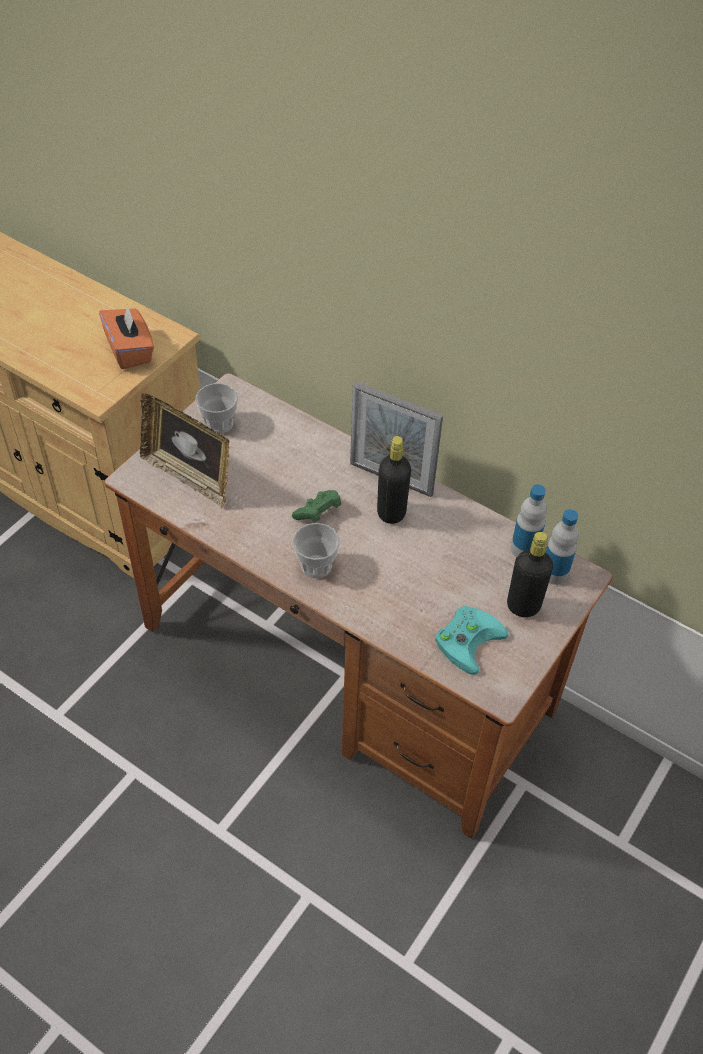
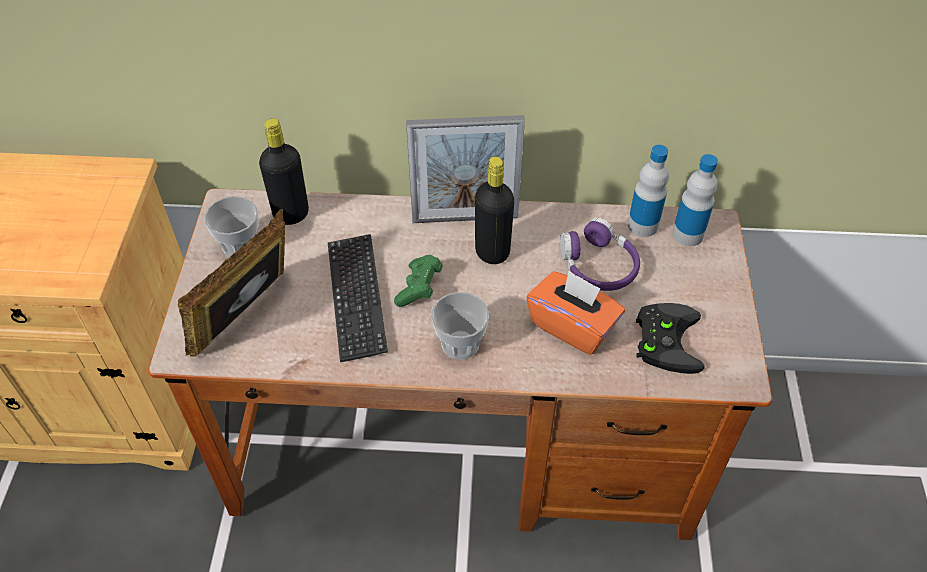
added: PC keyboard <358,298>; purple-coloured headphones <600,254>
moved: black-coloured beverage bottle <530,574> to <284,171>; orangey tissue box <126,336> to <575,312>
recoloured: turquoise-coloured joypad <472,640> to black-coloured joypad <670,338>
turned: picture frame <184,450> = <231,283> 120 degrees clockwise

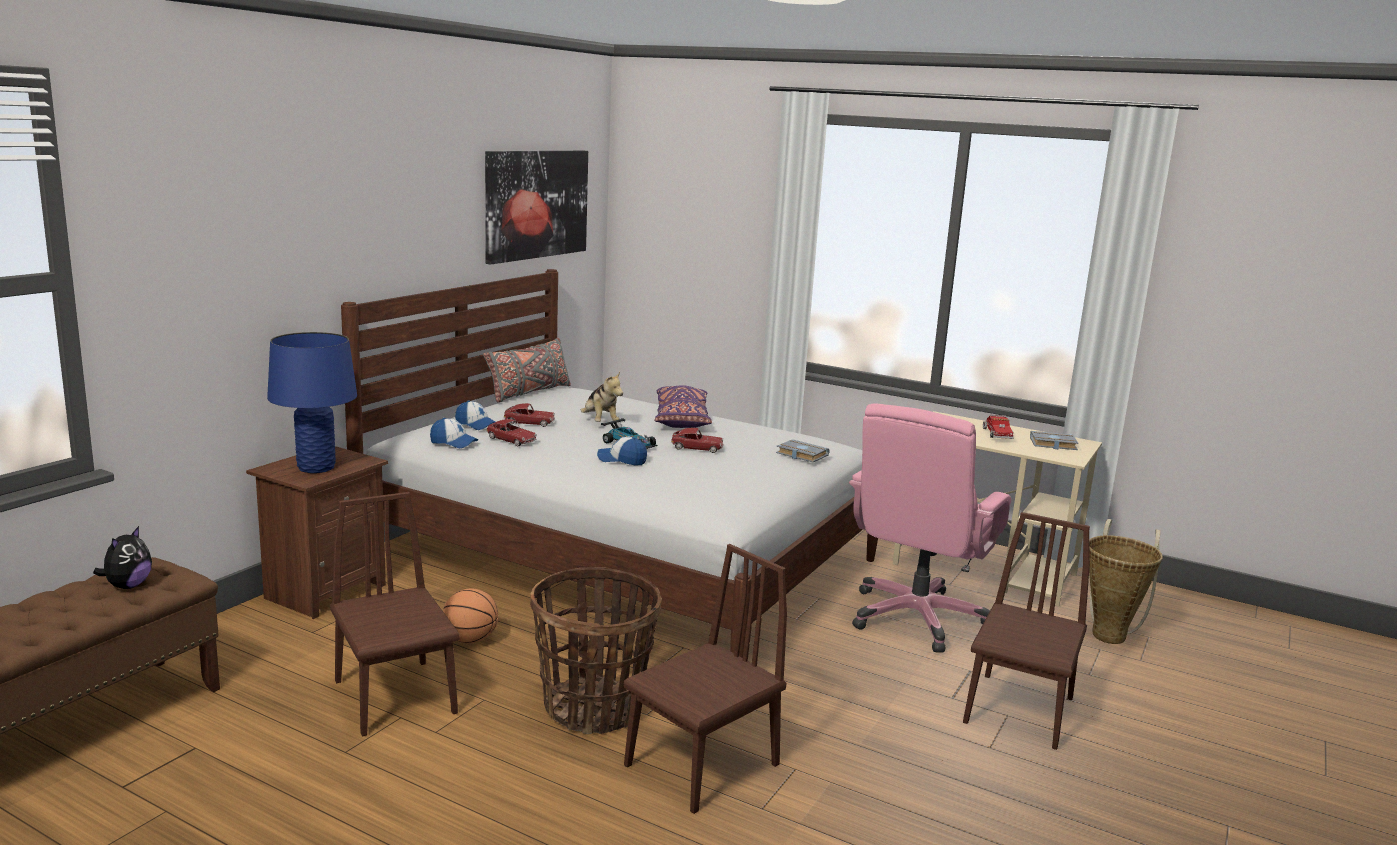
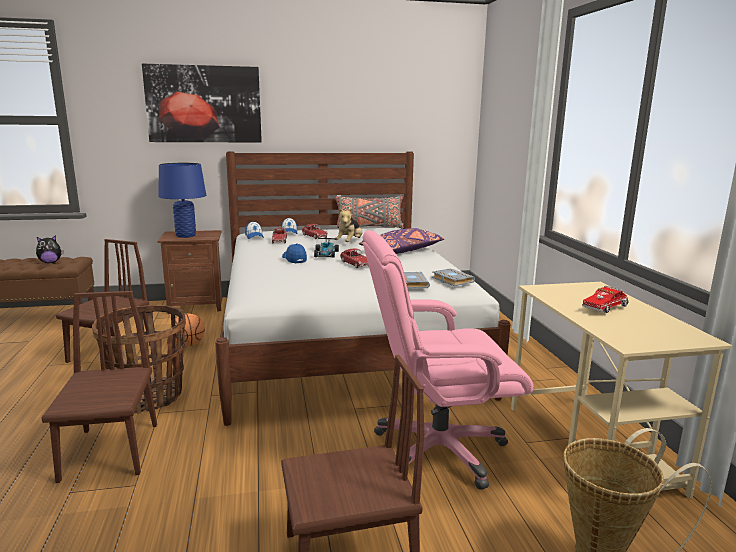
moved: wall picture <536,208> to <202,103>; grey volume <1054,440> to <453,277>
turned: brownish plain chair <705,679> = <99,387> 105 degrees counterclockwise

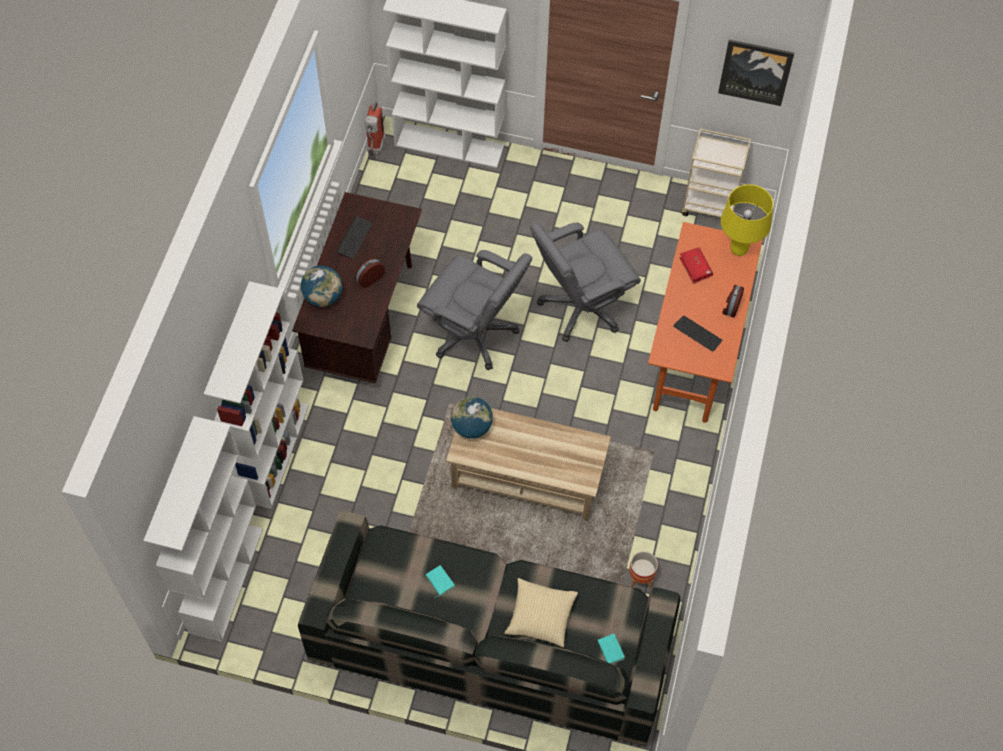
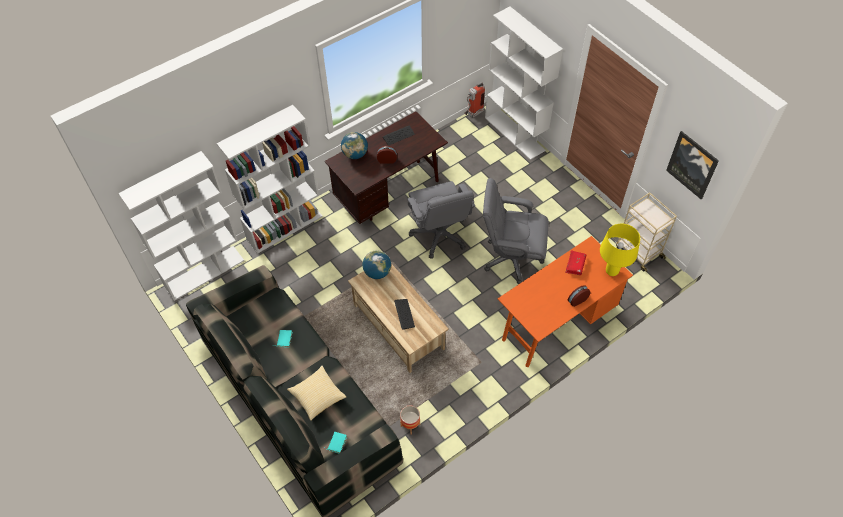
moved: PC keyboard <697,334> to <404,314>

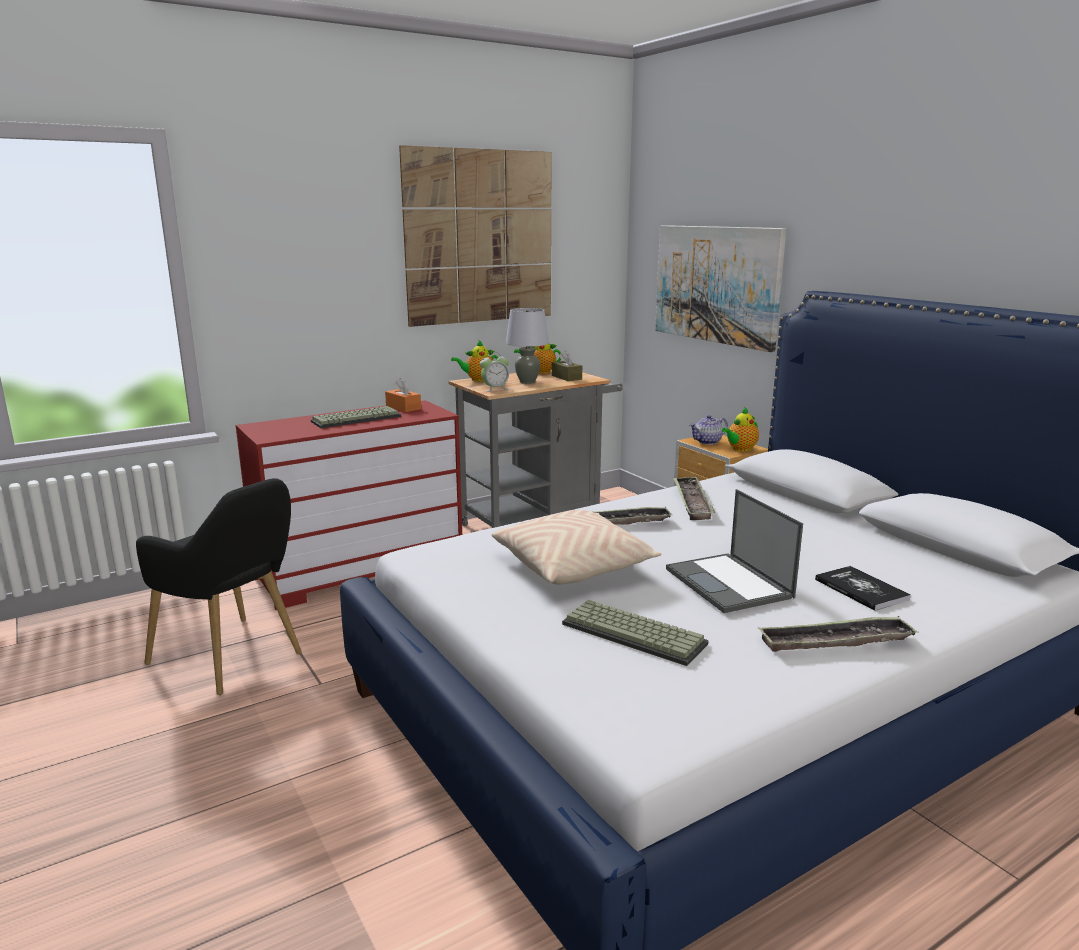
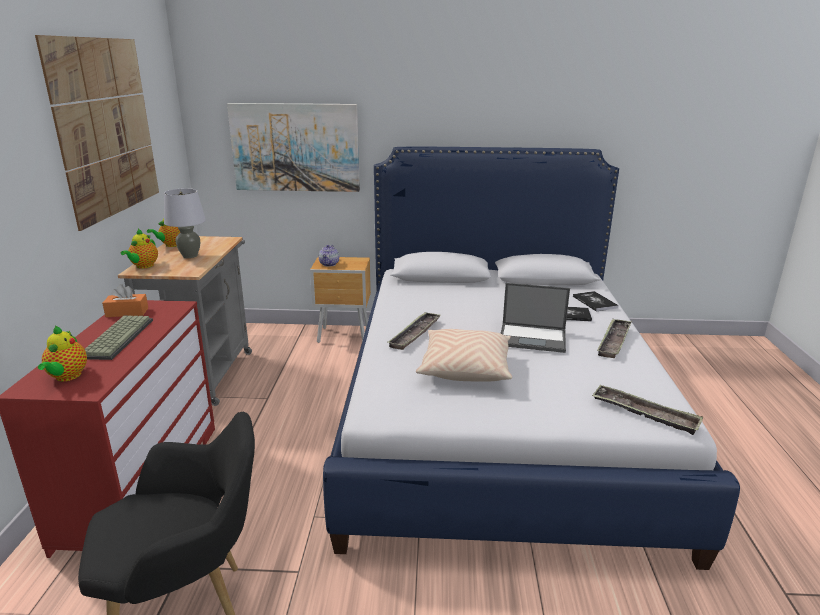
removed: alarm clock <495,372>; brownish tissue box <567,365>; PC keyboard <635,633>
added: volume <596,301>
moved: tea pot <740,430> to <62,354>; carrying tray <694,498> to <647,409>

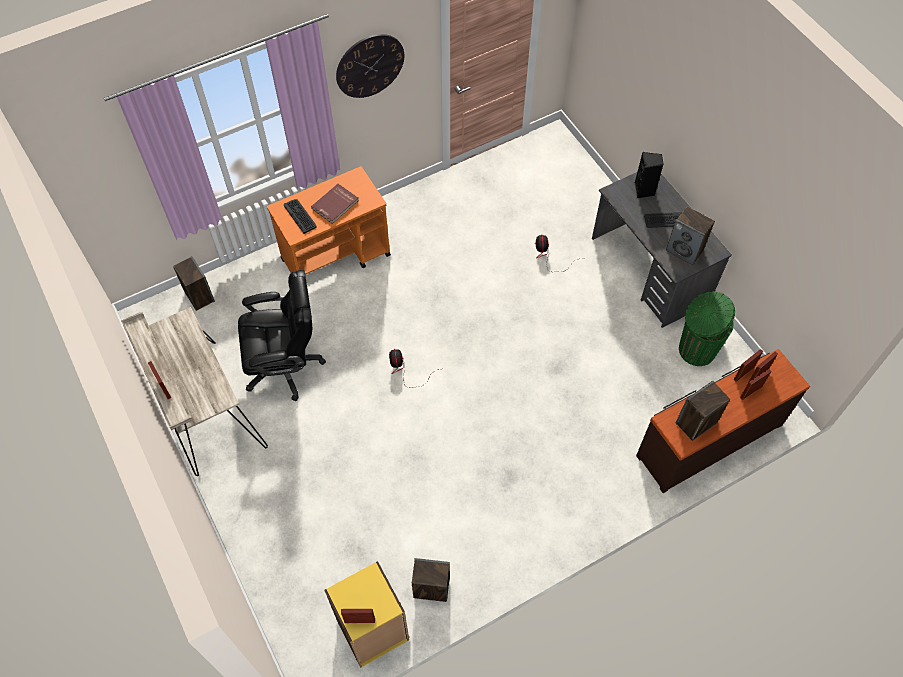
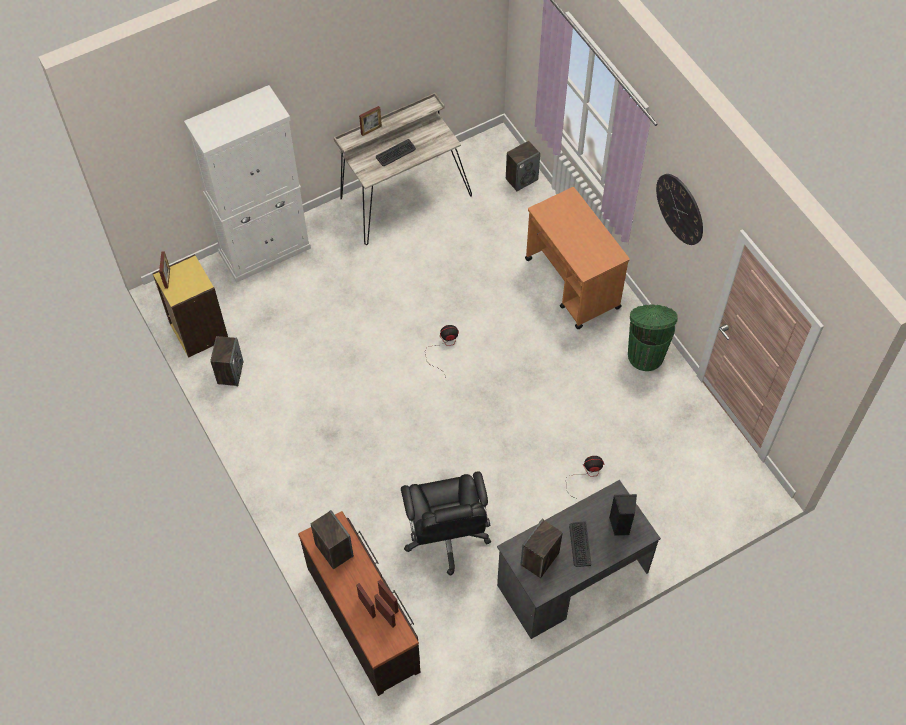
removed: red-coloured volume <335,204>
added: whitish cabinet <247,184>
moved: PC keyboard <300,216> to <396,152>; black-coloured desk chair <282,335> to <446,523>; green rubbish bin <707,328> to <653,337>

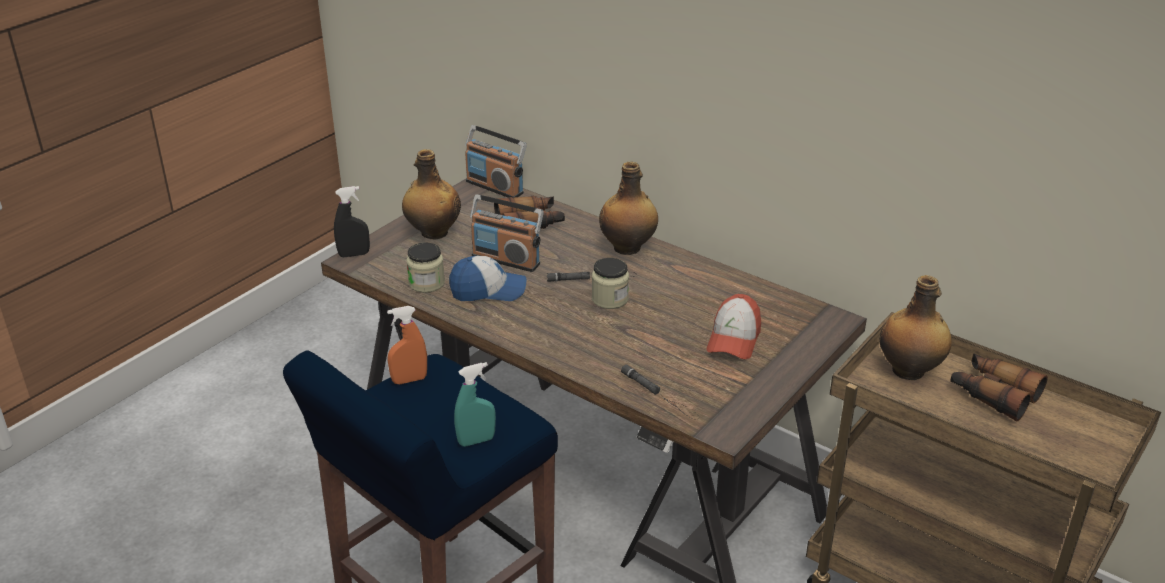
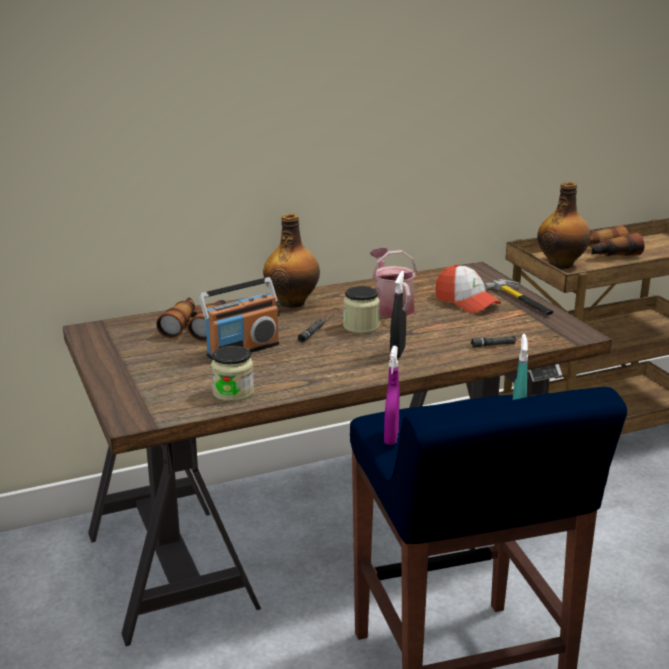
removed: beverage bottle <431,194>; peaked cap <487,278>; radio receiver <496,161>
added: watering pot <393,282>; hammer <518,297>
moved: black-coloured sprayer <352,221> to <398,314>
recoloured: orangey sprayer <407,345> to purple-coloured sprayer <392,395>

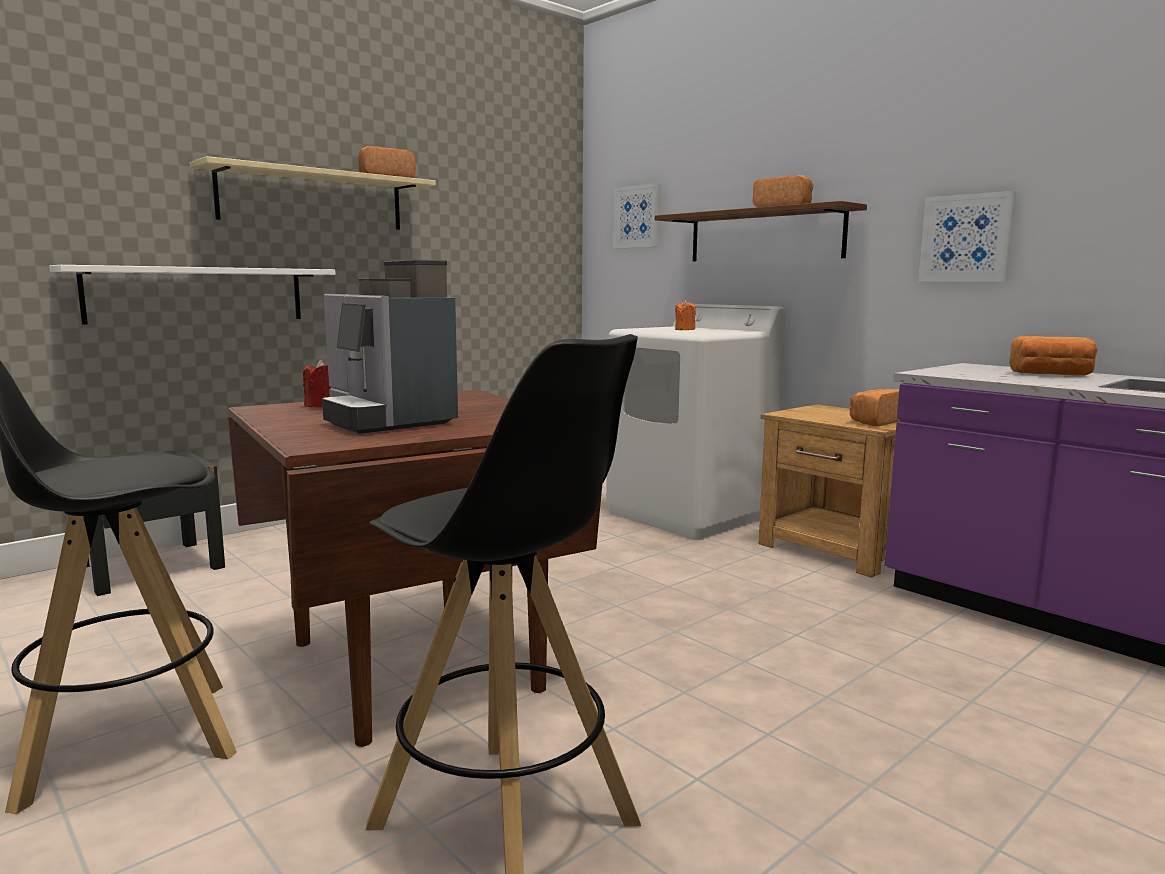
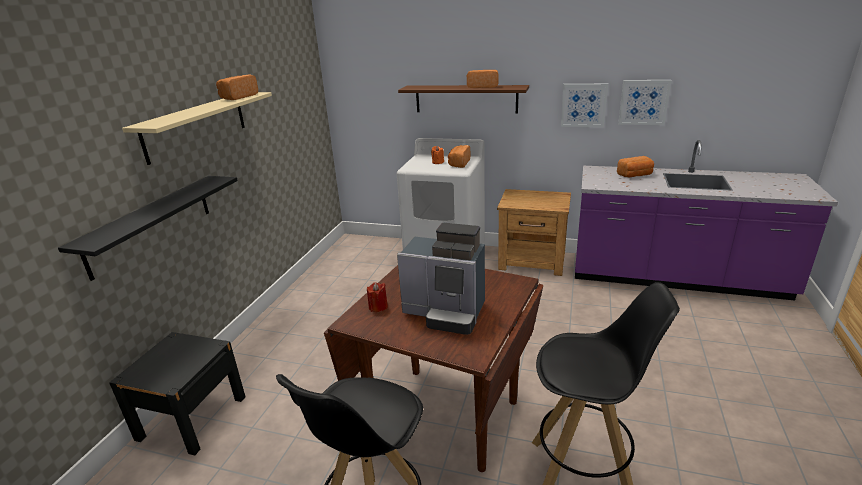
moved: bread <875,407> to <459,156>; wall picture <637,216> to <644,102>
recoloured: whitish shelf <192,295> to black-coloured shelf <148,228>

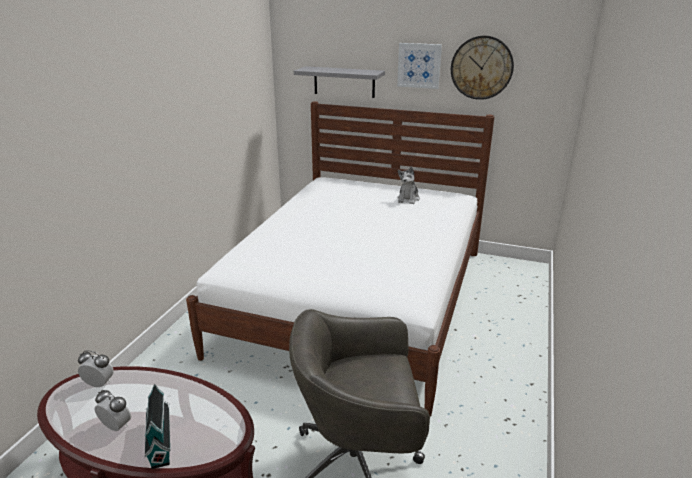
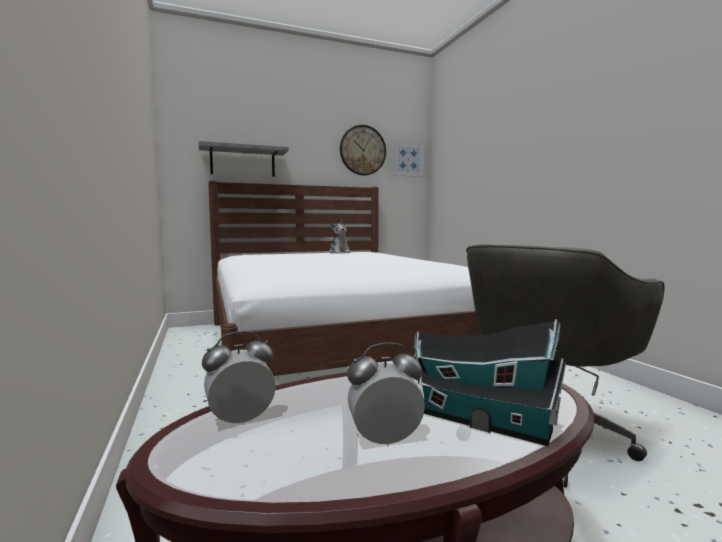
moved: wall picture <419,66> to <408,159>

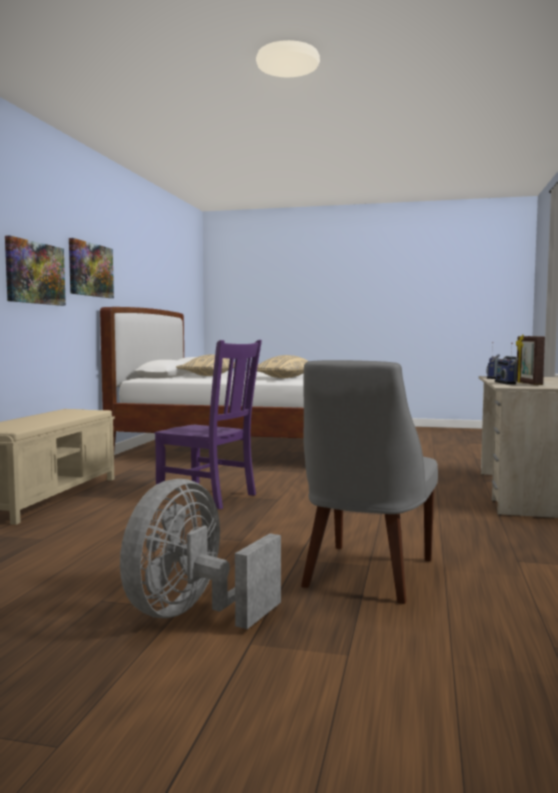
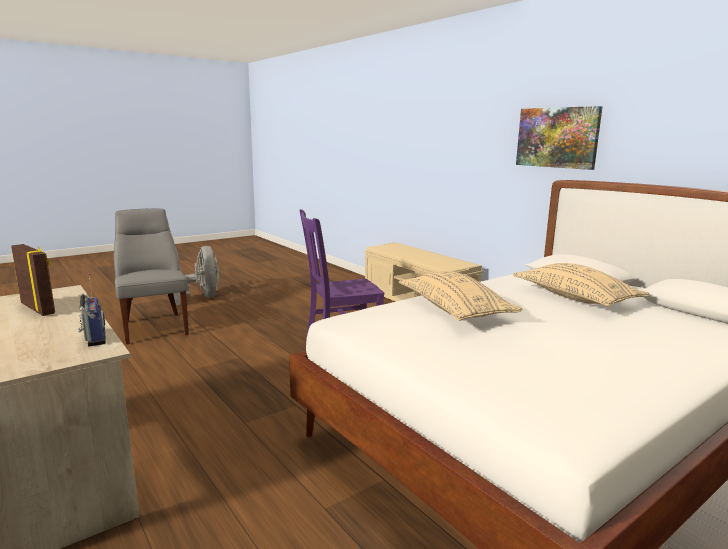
removed: wall picture <35,270>; radio receiver <507,363>

